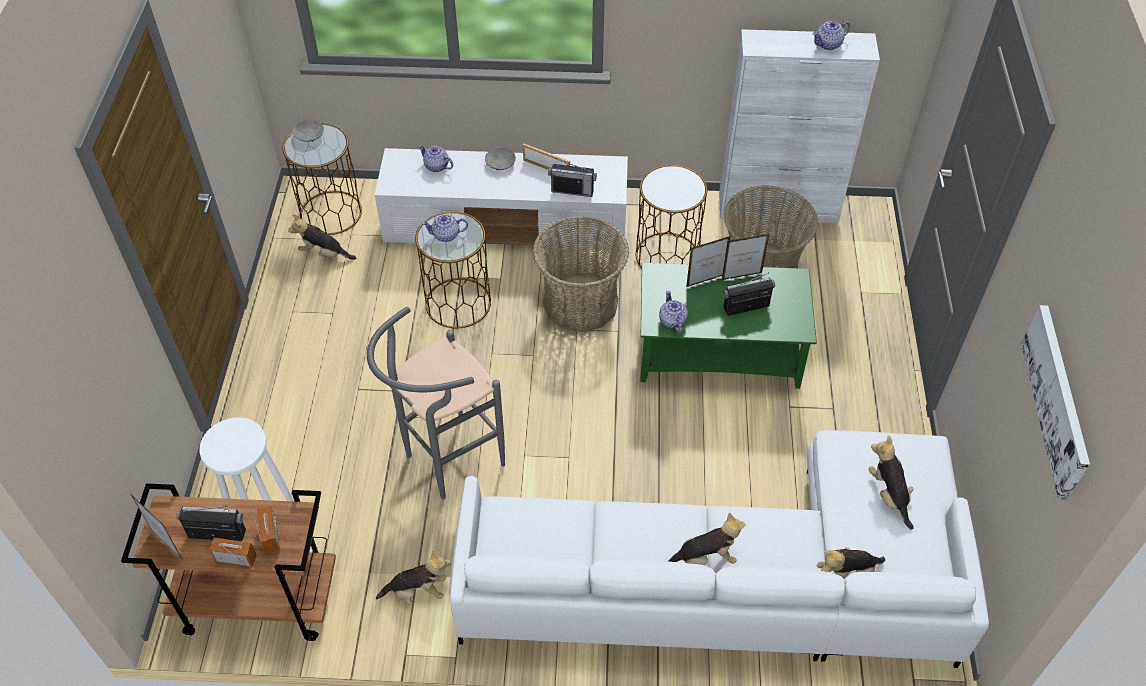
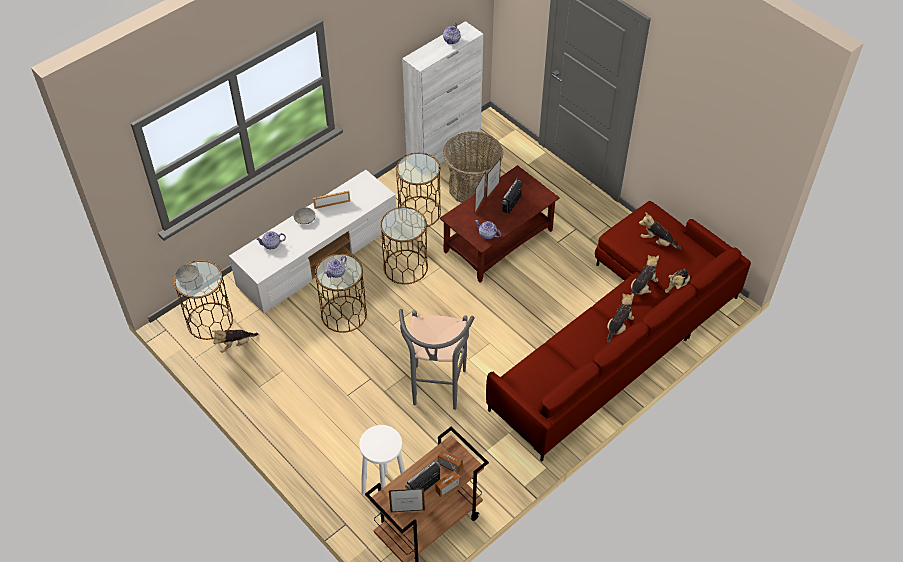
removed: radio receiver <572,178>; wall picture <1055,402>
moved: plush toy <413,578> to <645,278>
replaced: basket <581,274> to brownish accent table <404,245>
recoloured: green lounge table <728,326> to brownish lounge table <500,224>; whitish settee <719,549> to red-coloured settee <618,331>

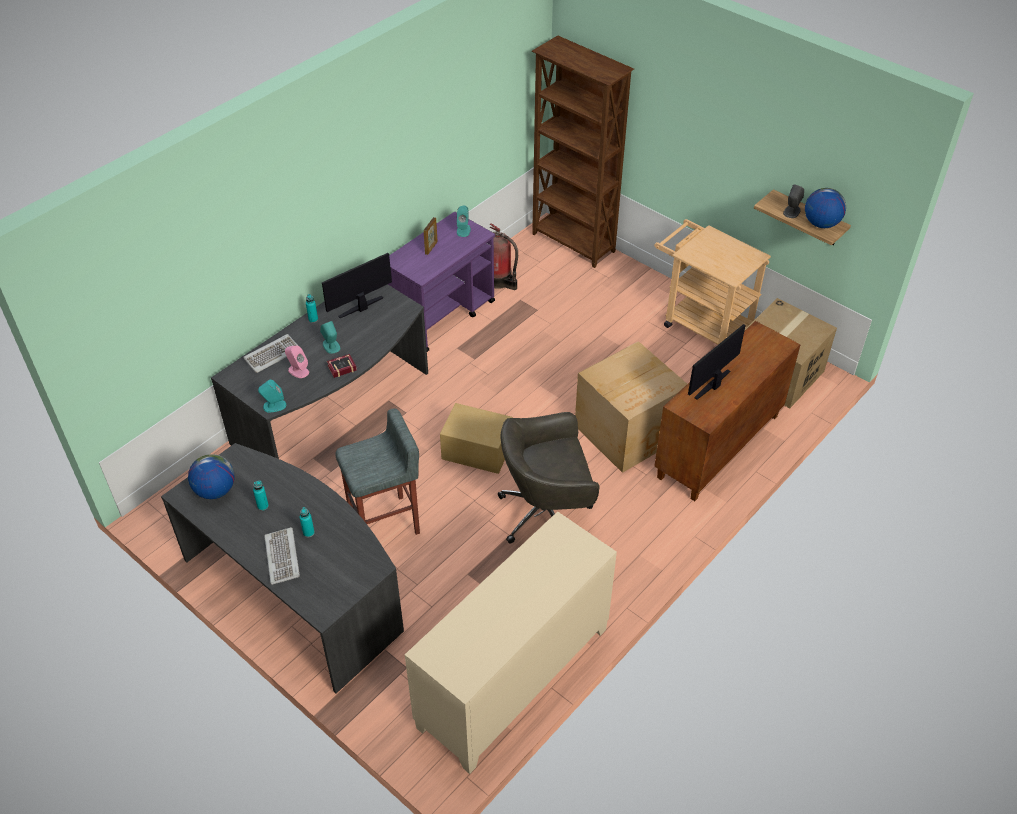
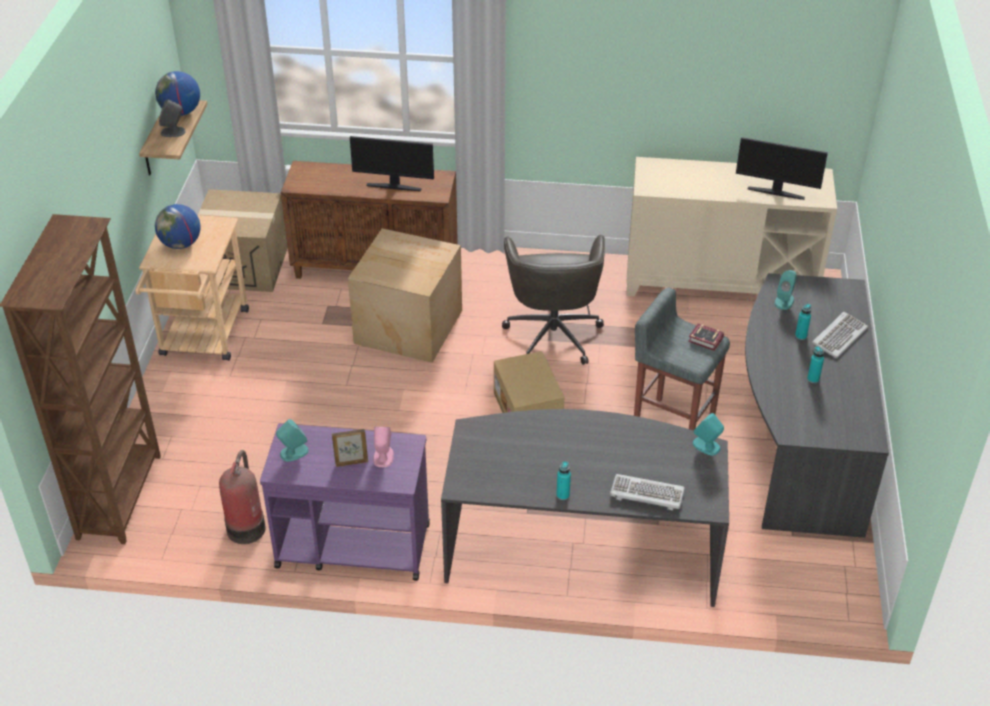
moved: globe <211,476> to <178,226>; pinkish loudspeaker <297,361> to <383,447>; volume <342,366> to <706,337>; computer display <357,285> to <782,168>; turquoise-coloured loudspeaker <330,337> to <786,290>
turned: grey desk chair <548,478> = <553,300> 45 degrees clockwise

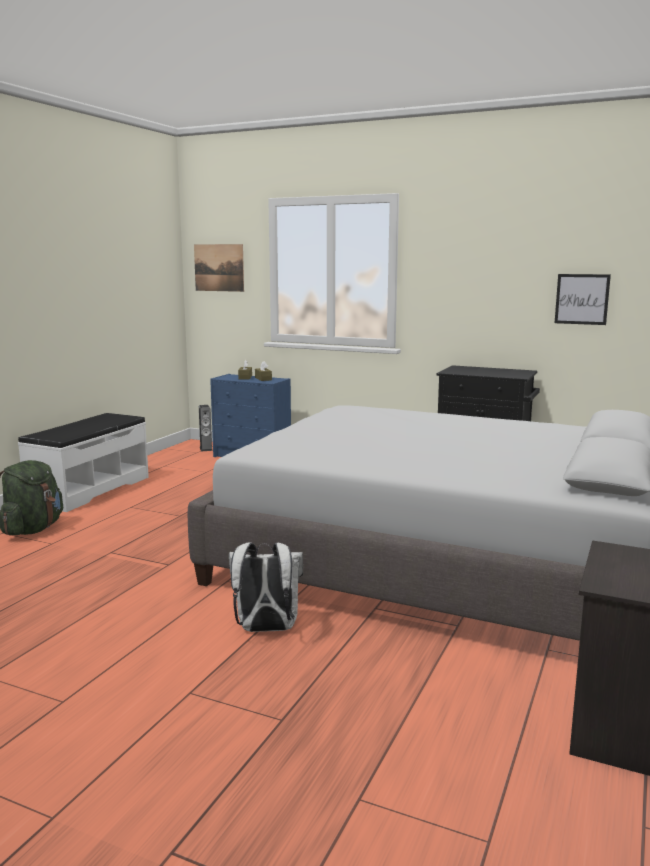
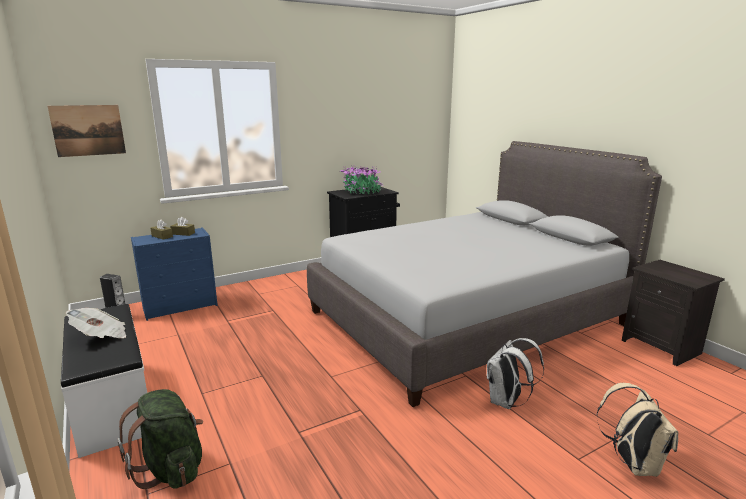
removed: wall picture <583,299>
added: daily paper <96,323>; potted plant <362,179>; sand-coloured knapsack <637,430>

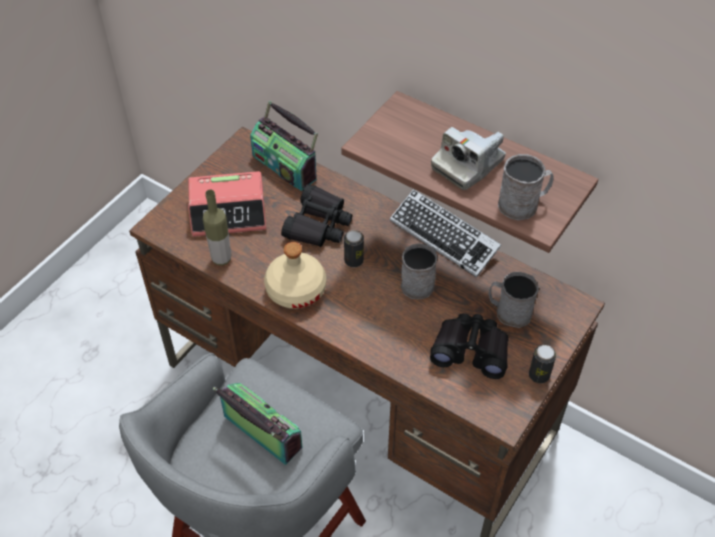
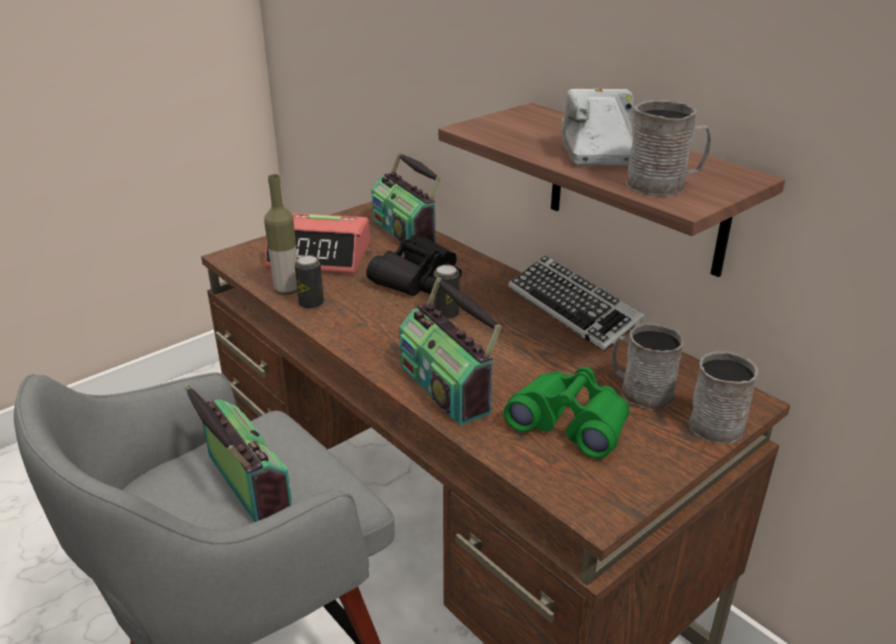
removed: sand-coloured beverage bottle <295,275>
added: radio receiver <451,351>
moved: can <542,364> to <309,282>; grey mug <419,271> to <723,397>
recoloured: black-coloured field glasses <469,346> to green field glasses <567,413>
turned: still camera <468,158> = <597,127> 120 degrees clockwise

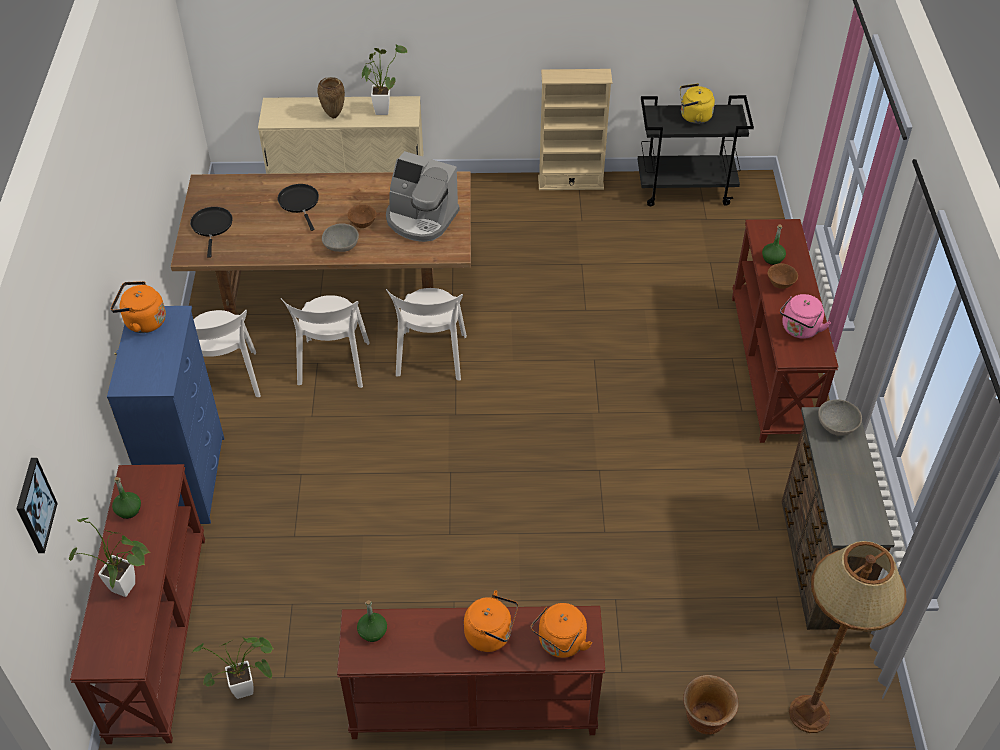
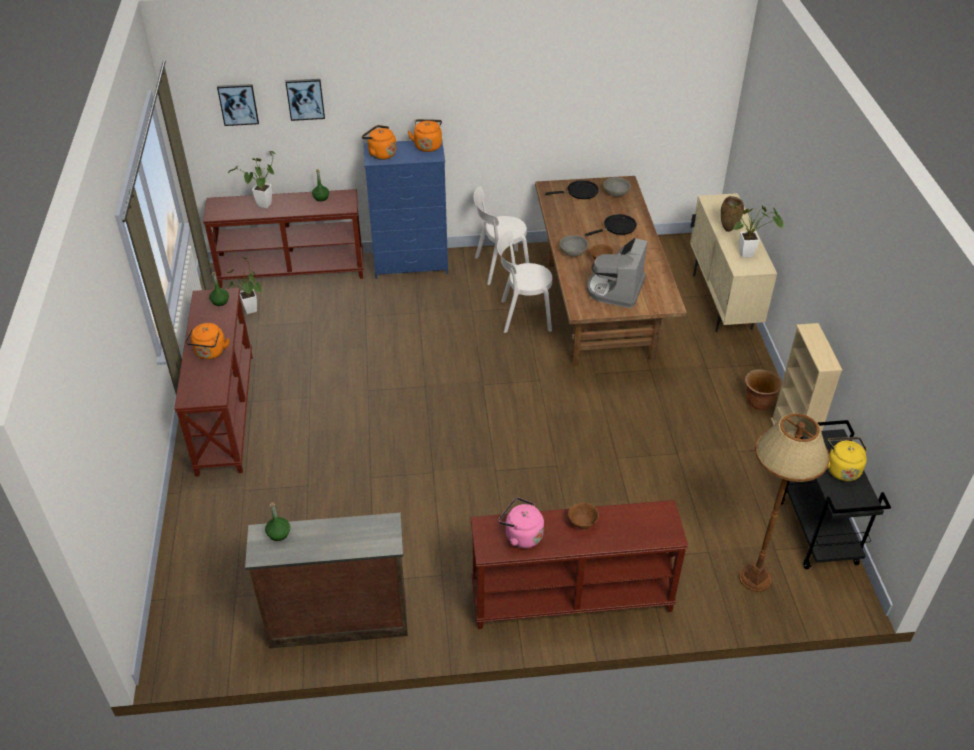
removed: whitish plain chair <426,334>
added: wall picture <305,100>
moved: green beverage bottle <774,244> to <277,521>; orangey water kettle <561,630> to <379,142>; grey serving bowl <840,418> to <617,187>; brownish standard lamp <848,637> to <784,502>; brownish planter <711,705> to <763,389>

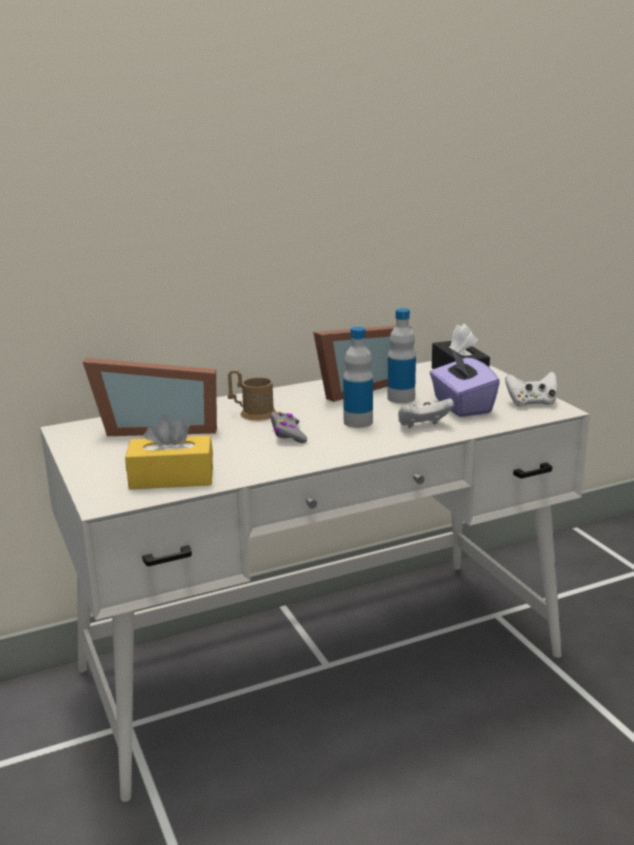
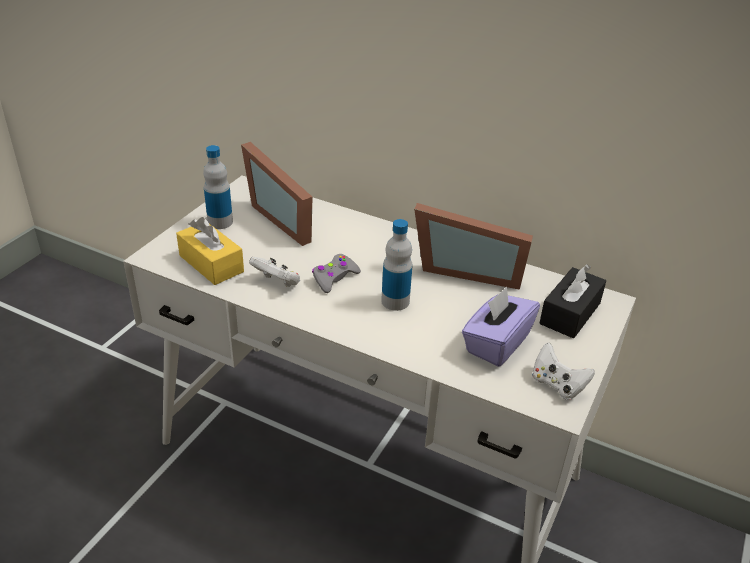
removed: brownish mug <252,395>
moved: beverage bottle <401,355> to <218,187>; whitish joypad <426,413> to <274,272>

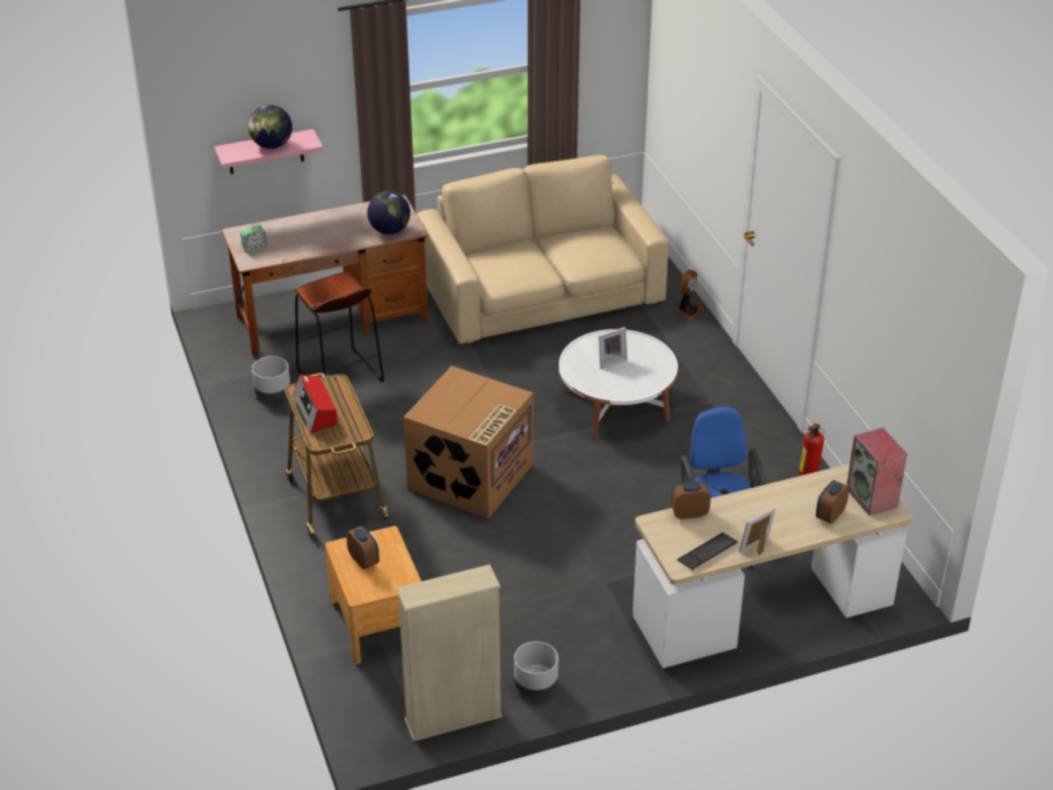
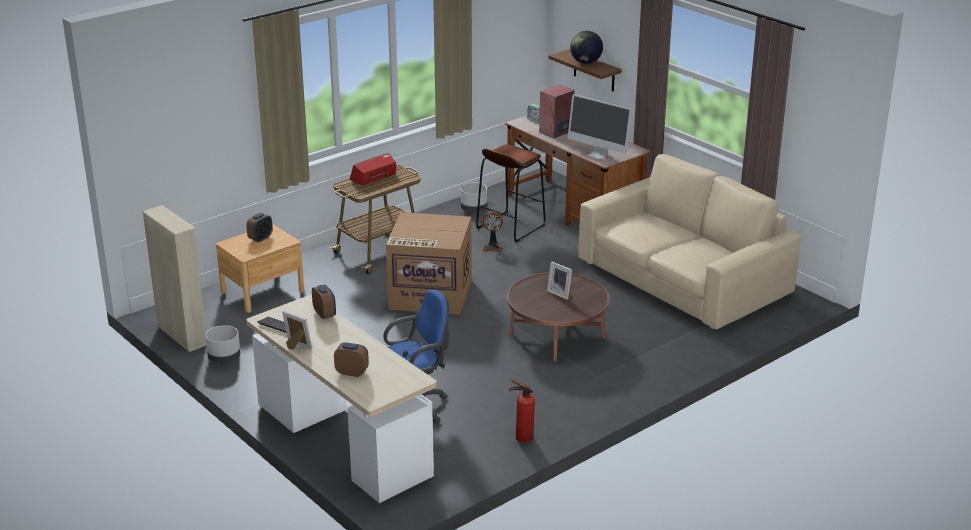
moved: electric fan <689,295> to <492,231>; loudspeaker <877,472> to <557,111>
replaced: globe <388,213> to computer display <600,126>
recoloured: whitish lounge table <618,383> to brownish lounge table <558,317>; pinkish shelf <268,151> to brownish shelf <585,70>

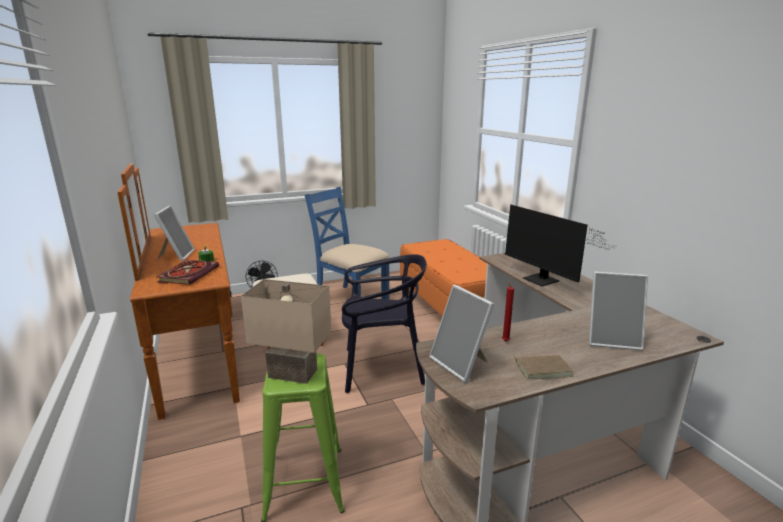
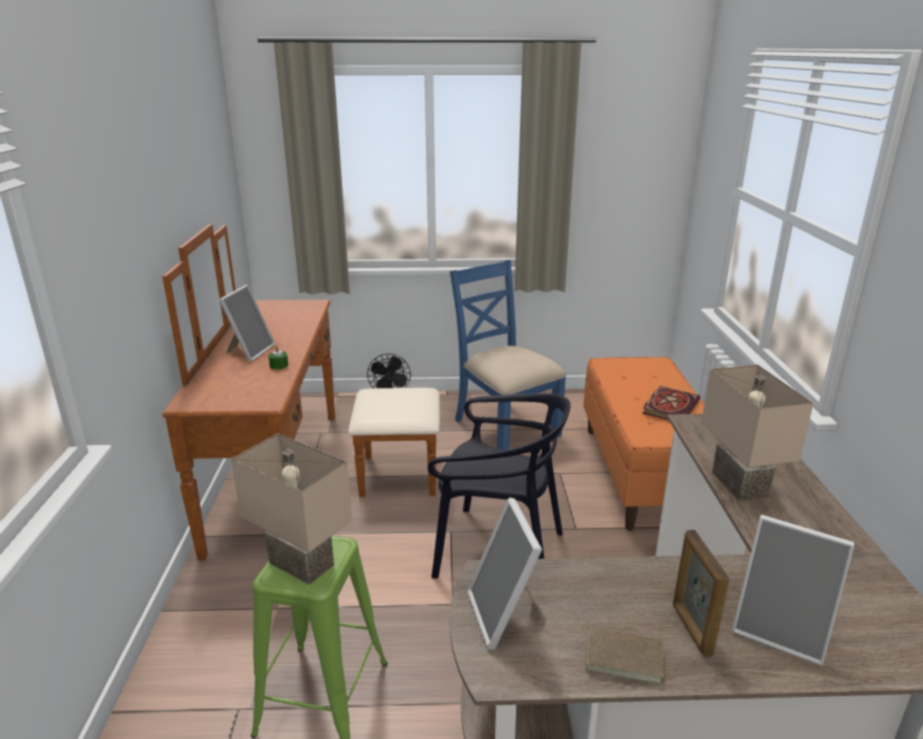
removed: red-coloured candle <508,310>
added: picture frame <701,593>
moved: volume <188,272> to <671,403>
replaced: computer display <560,245> to sand-coloured table lamp <757,432>

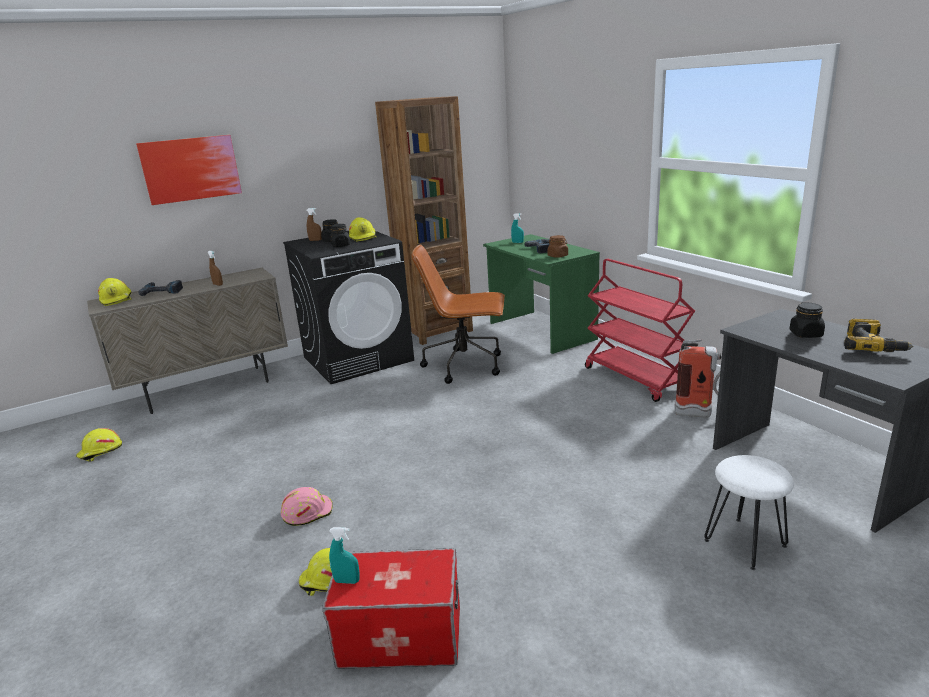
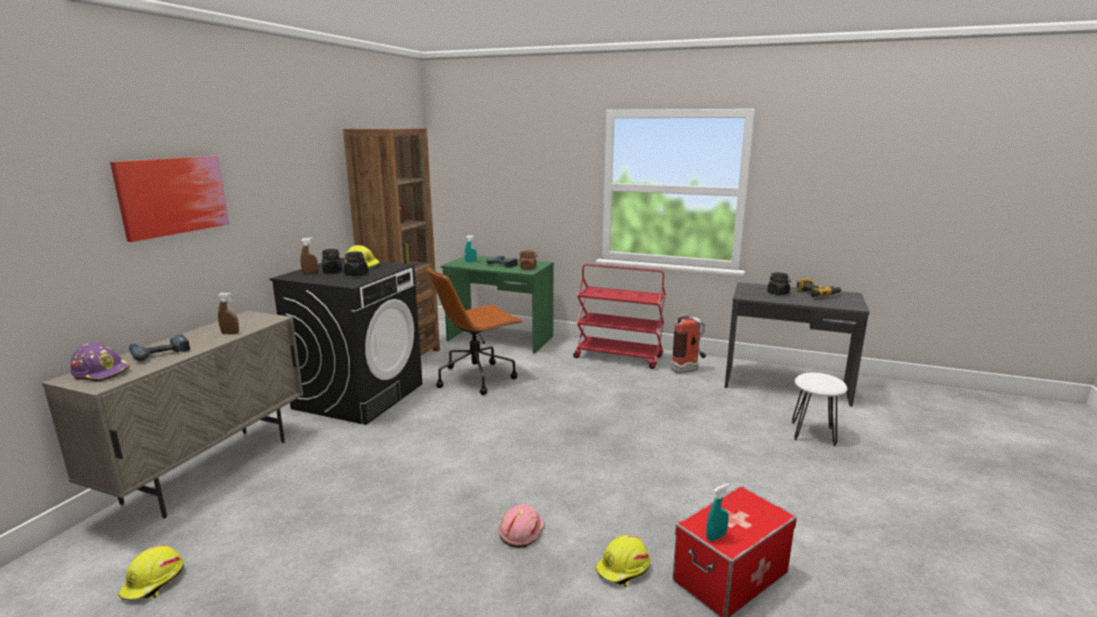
recoloured: yellow work helmet <115,292> to purple-coloured work helmet <100,362>

